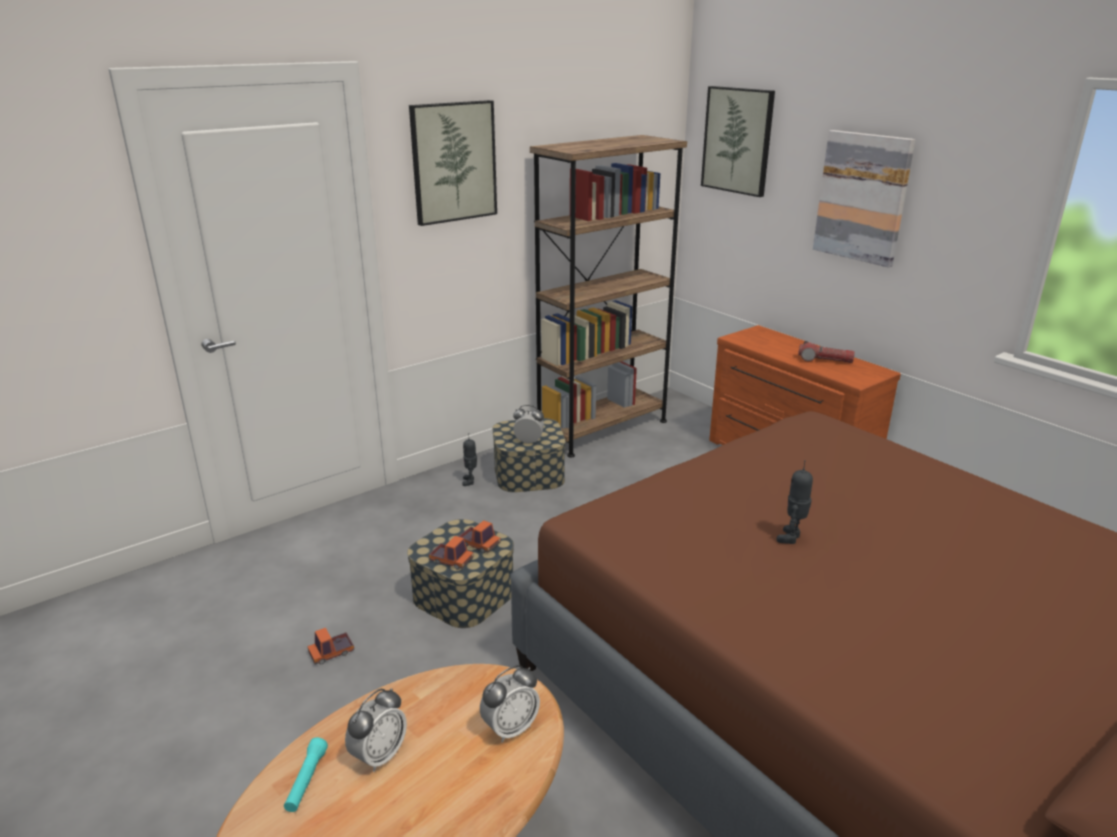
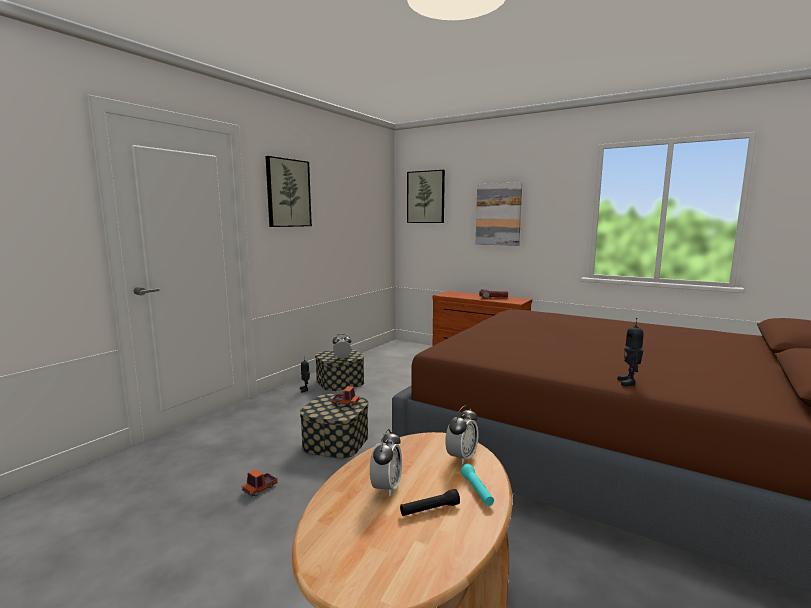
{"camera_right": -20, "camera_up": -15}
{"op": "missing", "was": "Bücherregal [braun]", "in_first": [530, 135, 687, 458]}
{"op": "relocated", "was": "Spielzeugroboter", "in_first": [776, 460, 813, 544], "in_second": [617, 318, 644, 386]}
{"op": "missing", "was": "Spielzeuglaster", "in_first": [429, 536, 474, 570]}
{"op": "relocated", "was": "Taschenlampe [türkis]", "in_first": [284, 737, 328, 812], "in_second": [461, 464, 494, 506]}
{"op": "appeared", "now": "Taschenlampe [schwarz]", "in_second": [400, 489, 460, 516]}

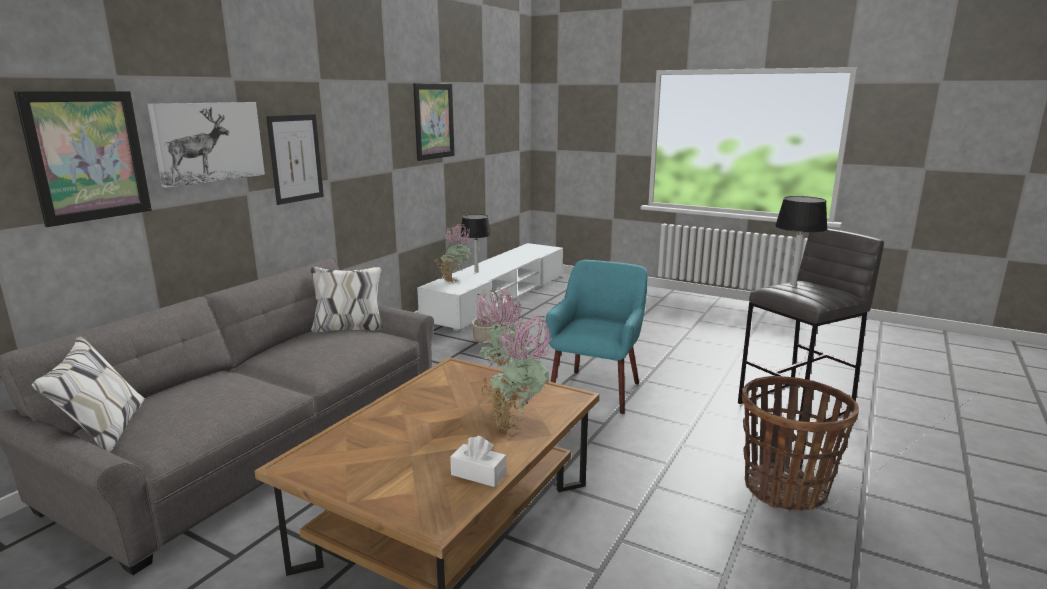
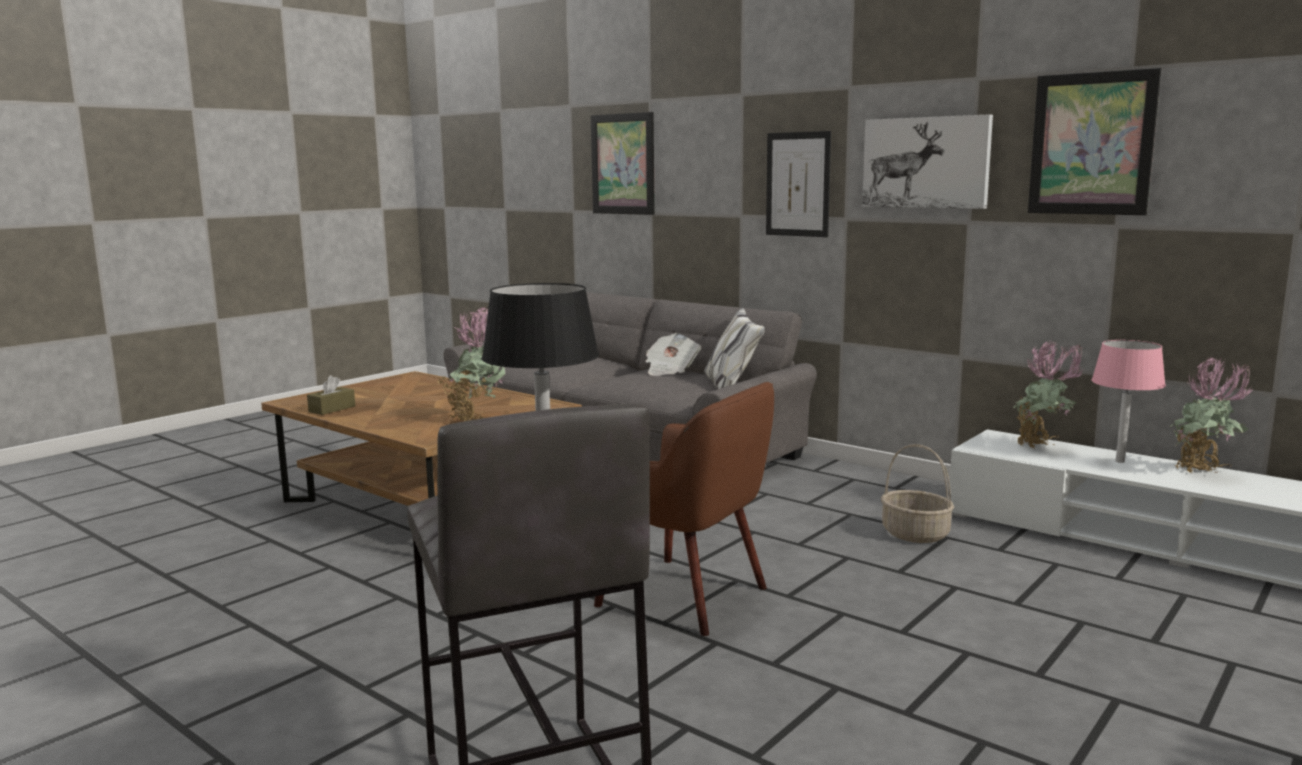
{"camera_right": 100, "camera_up": -5}
{"op": "relocated", "was": "Bild", "in_first": [148, 102, 265, 188], "in_second": [862, 114, 993, 209]}
{"op": "colour", "was": "Tischlampe [schwarz]", "now": "Tischlampe [rosa]", "in_first": [461, 214, 491, 273], "in_second": [1092, 340, 1166, 463]}
{"op": "colour", "was": "Sessel [türkis]", "now": "Sessel [braun]", "in_first": [546, 260, 648, 414], "in_second": [594, 382, 774, 636]}
{"op": "relocated", "was": "Topfpflanze", "in_first": [480, 315, 553, 433], "in_second": [1170, 355, 1254, 473]}
{"op": "missing", "was": "Korb", "in_first": [741, 376, 859, 511]}
{"op": "colour", "was": "Taschentuchbox [weiß]", "now": "Taschentuchbox [braun]", "in_first": [450, 436, 506, 487], "in_second": [307, 375, 355, 415]}
{"op": "appeared", "now": "Zeitung", "in_second": [645, 333, 702, 376]}

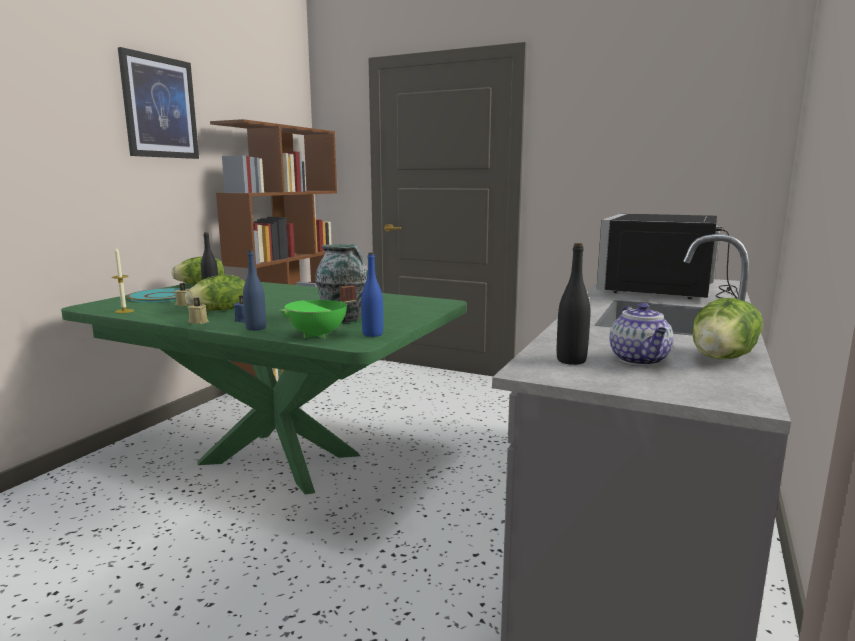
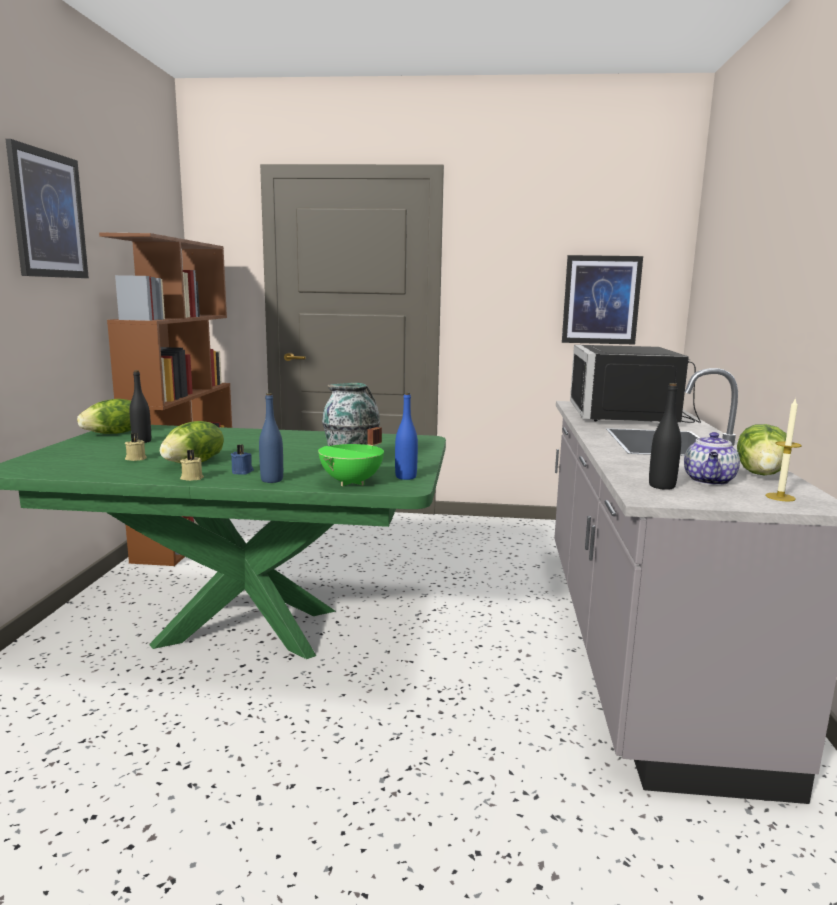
{"camera_right": -20, "camera_up": 0}
{"op": "relocated", "was": "Kerze", "in_first": [112, 247, 134, 313], "in_second": [765, 397, 802, 502]}
{"op": "missing", "was": "Teller [türkis]", "in_first": [127, 288, 187, 302]}
{"op": "spun", "was": "Teekanne", "in_first": [609, 303, 673, 366], "in_second": [684, 432, 740, 485], "clockwise": 45}
{"op": "appeared", "now": "Bild", "in_second": [562, 255, 643, 345]}

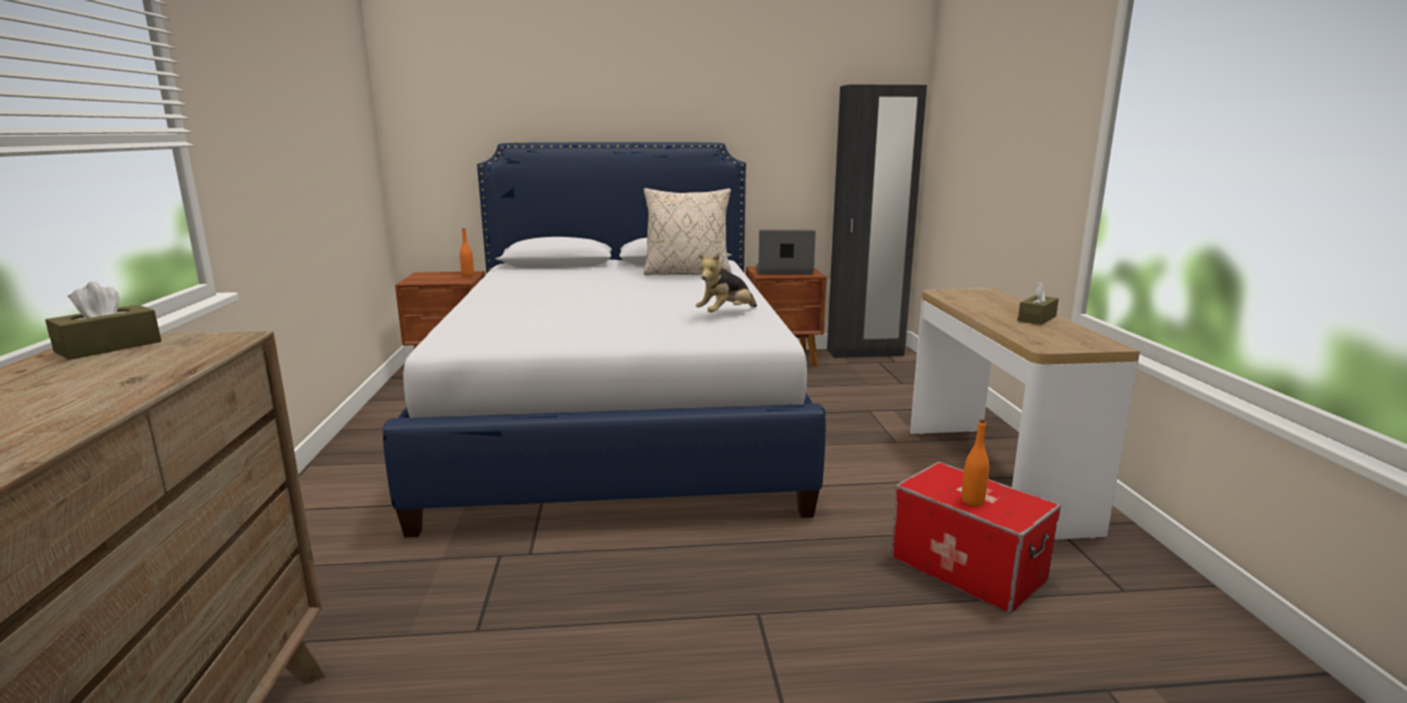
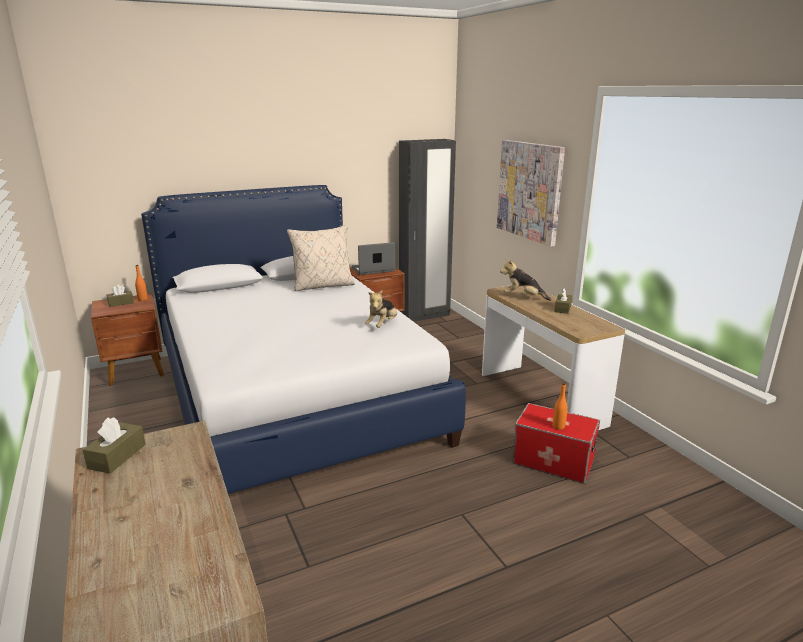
{"camera_right": -20, "camera_up": 5}
{"op": "appeared", "now": "Bild", "in_second": [497, 140, 565, 247]}
{"op": "appeared", "now": "Plüschtier", "in_second": [500, 258, 551, 301]}
{"op": "appeared", "now": "Taschentuchbox [braun]", "in_second": [106, 285, 134, 307]}

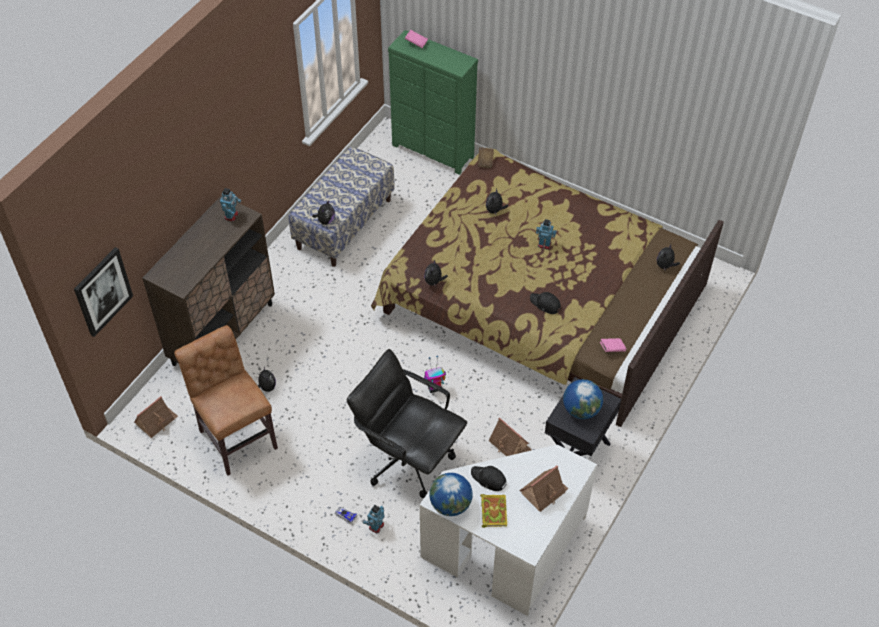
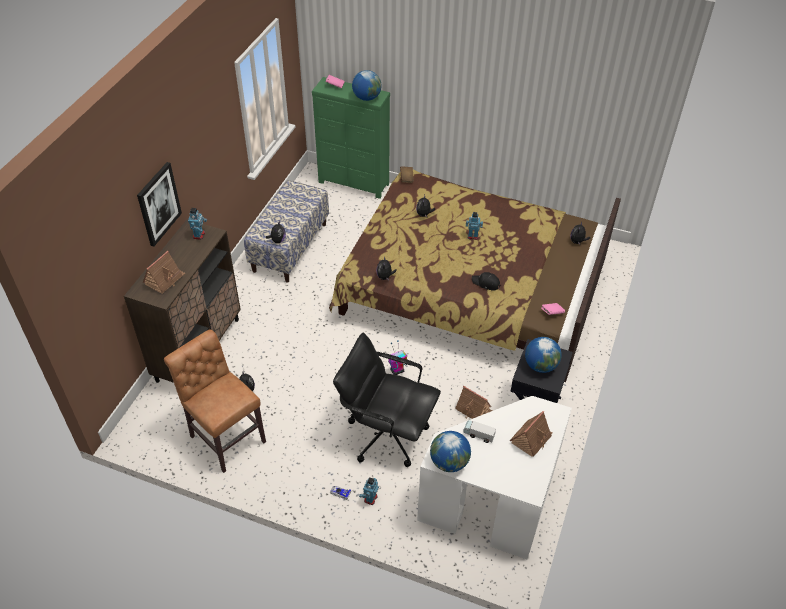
{"camera_right": -10, "camera_up": -5}
{"op": "relocated", "was": "Bild", "in_first": [74, 247, 133, 337], "in_second": [137, 162, 182, 247]}
{"op": "relocated", "was": "Spielzeughaus", "in_first": [134, 396, 178, 438], "in_second": [143, 251, 185, 294]}
{"op": "exchanged", "was": "Kappe [schwarz]", "now": "Spielzeuglaster", "in_first": [471, 466, 507, 491], "in_second": [463, 420, 496, 443]}
{"op": "missing", "was": "Buch", "in_first": [480, 494, 507, 528]}
{"op": "appeared", "now": "Globus", "in_second": [352, 70, 382, 101]}

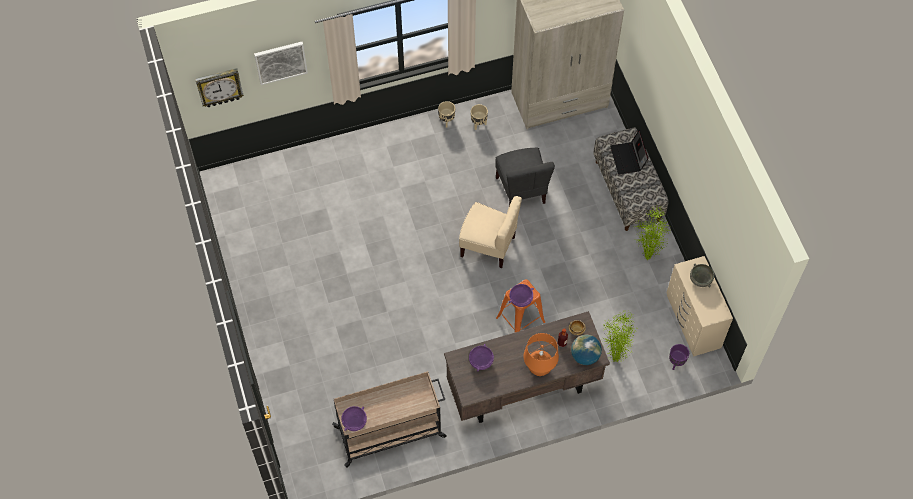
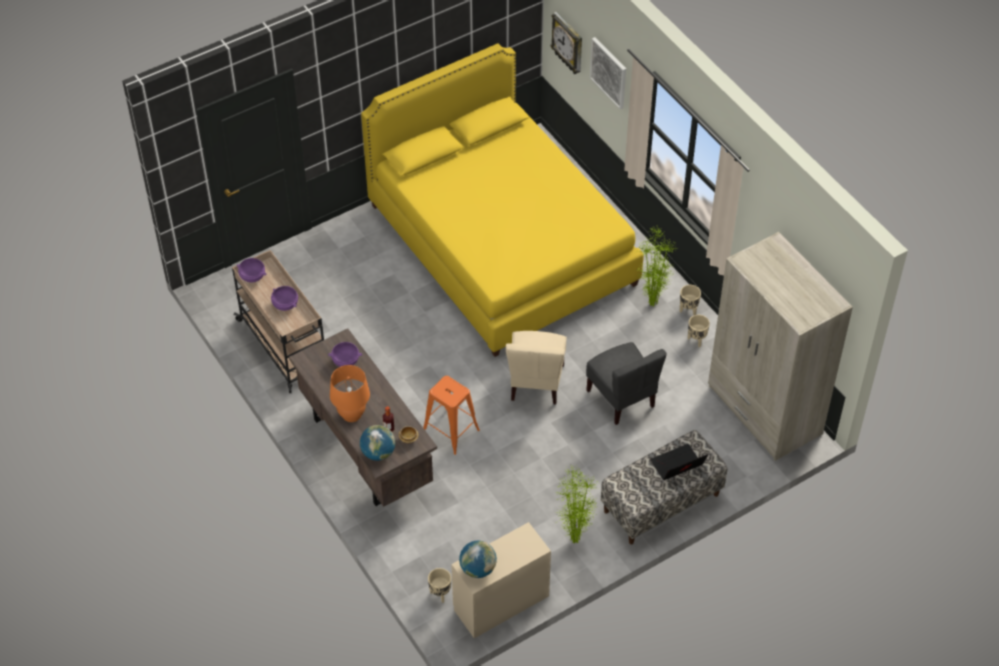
{"camera_right": 75, "camera_up": -10}
{"op": "spun", "was": "Stuhl [grau]", "in_first": [495, 148, 555, 206], "in_second": [586, 342, 667, 425], "clockwise": -90}
{"op": "missing", "was": "Schüssel [grau]", "in_first": [690, 264, 714, 287]}
{"op": "relocated", "was": "Schüssel [lila]", "in_first": [509, 284, 534, 307], "in_second": [271, 286, 298, 311]}
{"op": "relocated", "was": "Topfpflanze", "in_first": [602, 311, 637, 363], "in_second": [634, 225, 674, 306]}
{"op": "colour", "was": "Pflanzkübel [lila]", "now": "Pflanzkübel [beige]", "in_first": [669, 344, 689, 370], "in_second": [428, 568, 451, 603]}
{"op": "appeared", "now": "Bett [gelb]", "in_second": [361, 43, 644, 357]}
{"op": "appeared", "now": "Globus", "in_second": [459, 541, 497, 578]}

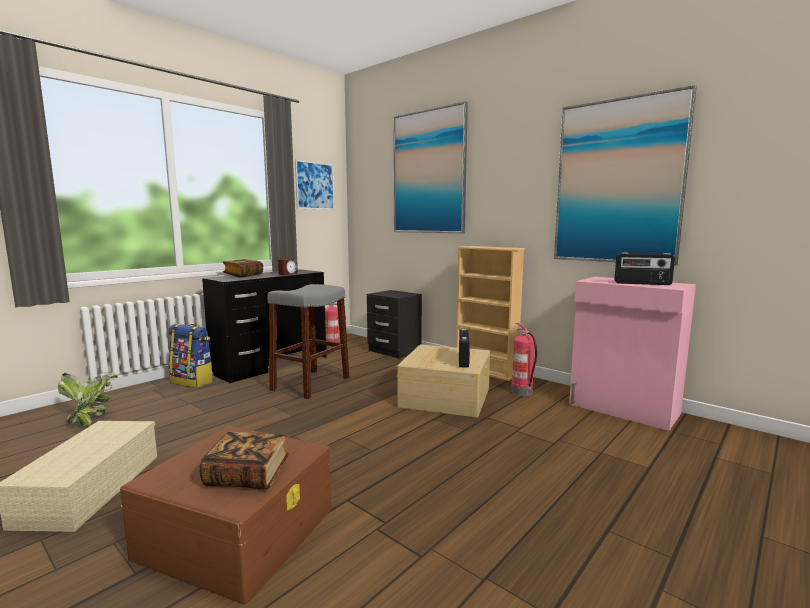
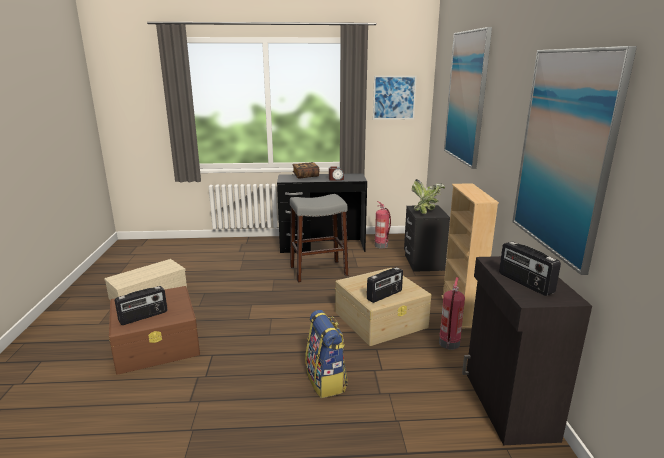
{"camera_right": 45, "camera_up": 10}
{"op": "colour", "was": "Schrank [rosa]", "now": "Schrank [schwarz]", "in_first": [569, 277, 696, 431], "in_second": [462, 256, 592, 445]}
{"op": "relocated", "was": "Rucksack", "in_first": [168, 324, 214, 388], "in_second": [305, 310, 348, 398]}
{"op": "relocated", "was": "Topfpflanze", "in_first": [58, 372, 118, 425], "in_second": [412, 179, 445, 214]}
{"op": "exchanged", "was": "Buch", "now": "Radio", "in_first": [199, 432, 289, 490], "in_second": [115, 286, 167, 325]}

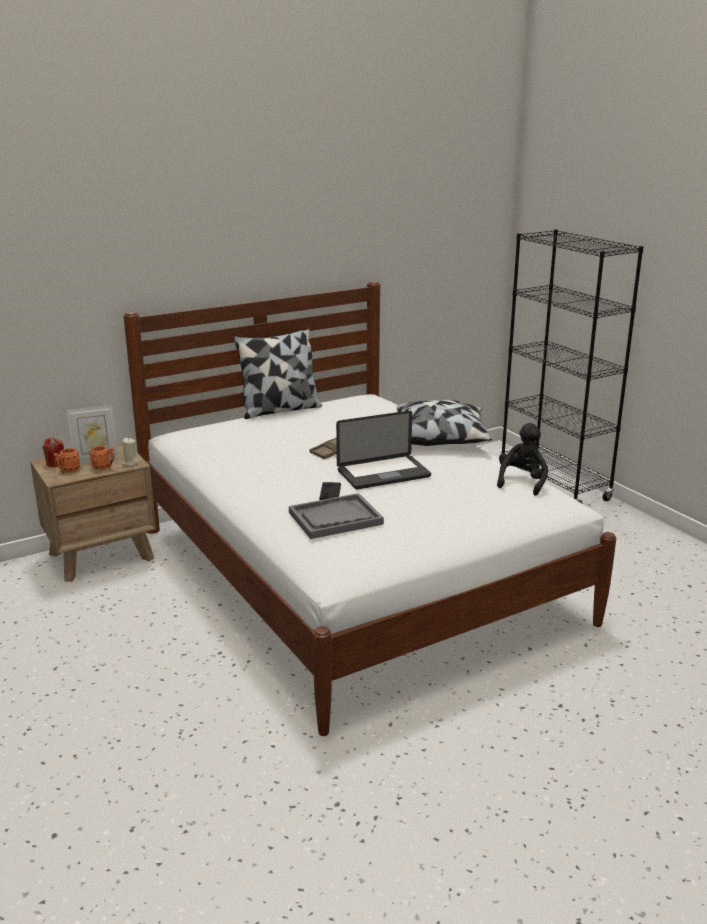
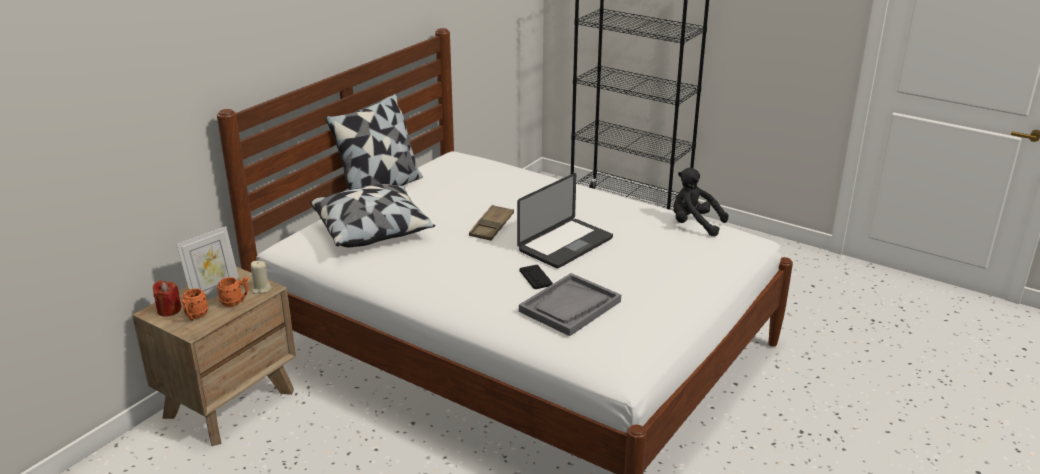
{"camera_right": -25, "camera_up": 5}
{"op": "relocated", "was": "Kissen", "in_first": [397, 400, 492, 446], "in_second": [310, 184, 436, 247]}
{"op": "spun", "was": "Plüschtier [schwarz]", "in_first": [497, 423, 548, 496], "in_second": [673, 168, 728, 236], "clockwise": -60}

